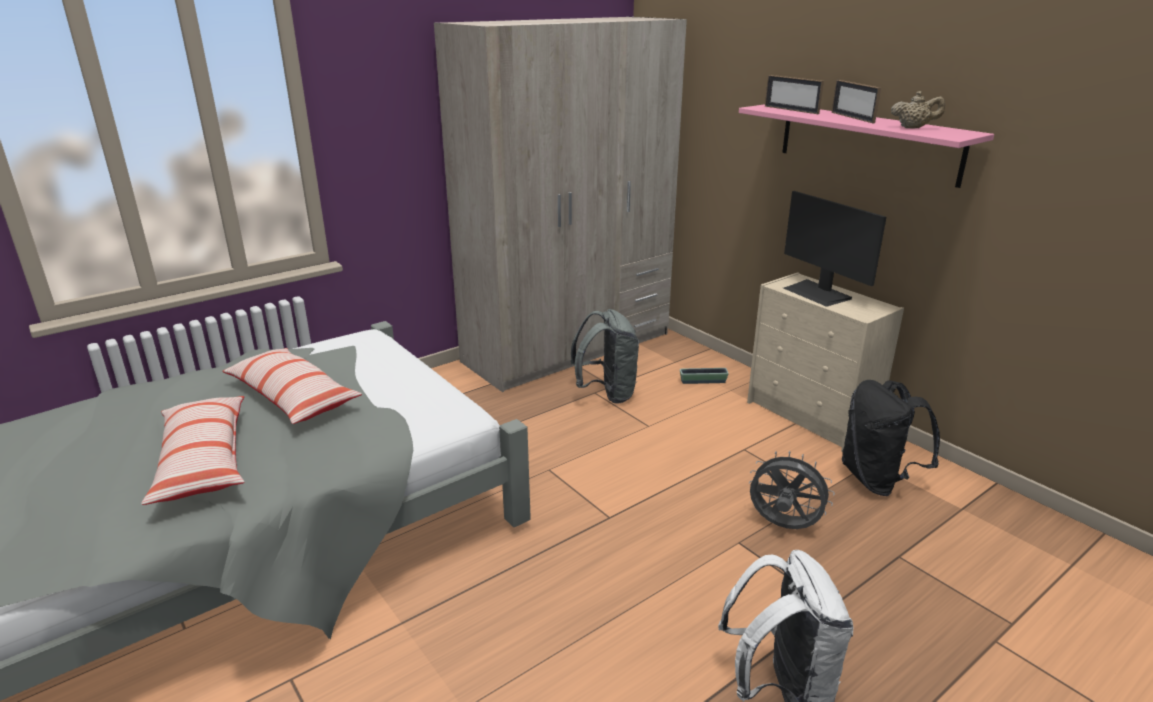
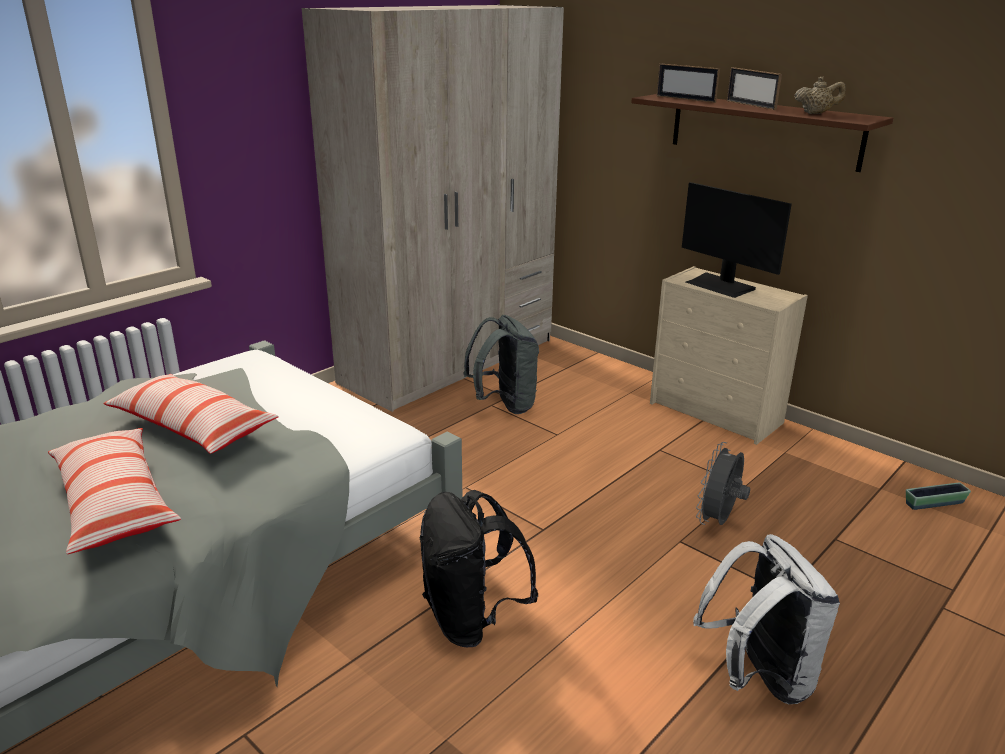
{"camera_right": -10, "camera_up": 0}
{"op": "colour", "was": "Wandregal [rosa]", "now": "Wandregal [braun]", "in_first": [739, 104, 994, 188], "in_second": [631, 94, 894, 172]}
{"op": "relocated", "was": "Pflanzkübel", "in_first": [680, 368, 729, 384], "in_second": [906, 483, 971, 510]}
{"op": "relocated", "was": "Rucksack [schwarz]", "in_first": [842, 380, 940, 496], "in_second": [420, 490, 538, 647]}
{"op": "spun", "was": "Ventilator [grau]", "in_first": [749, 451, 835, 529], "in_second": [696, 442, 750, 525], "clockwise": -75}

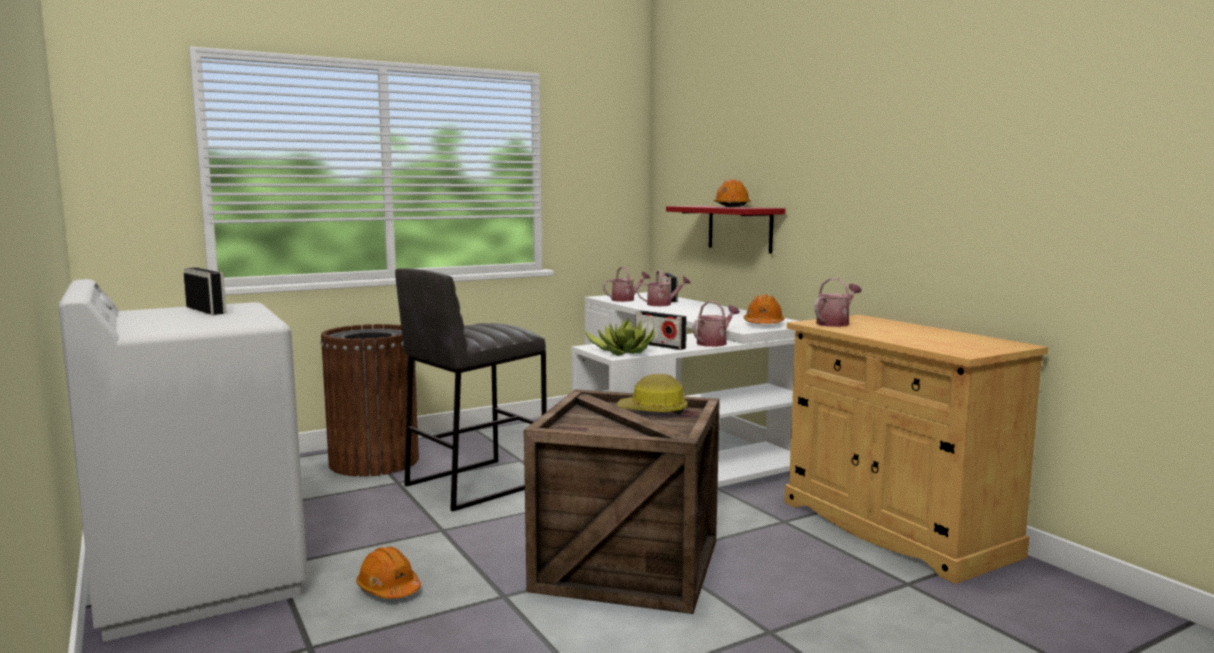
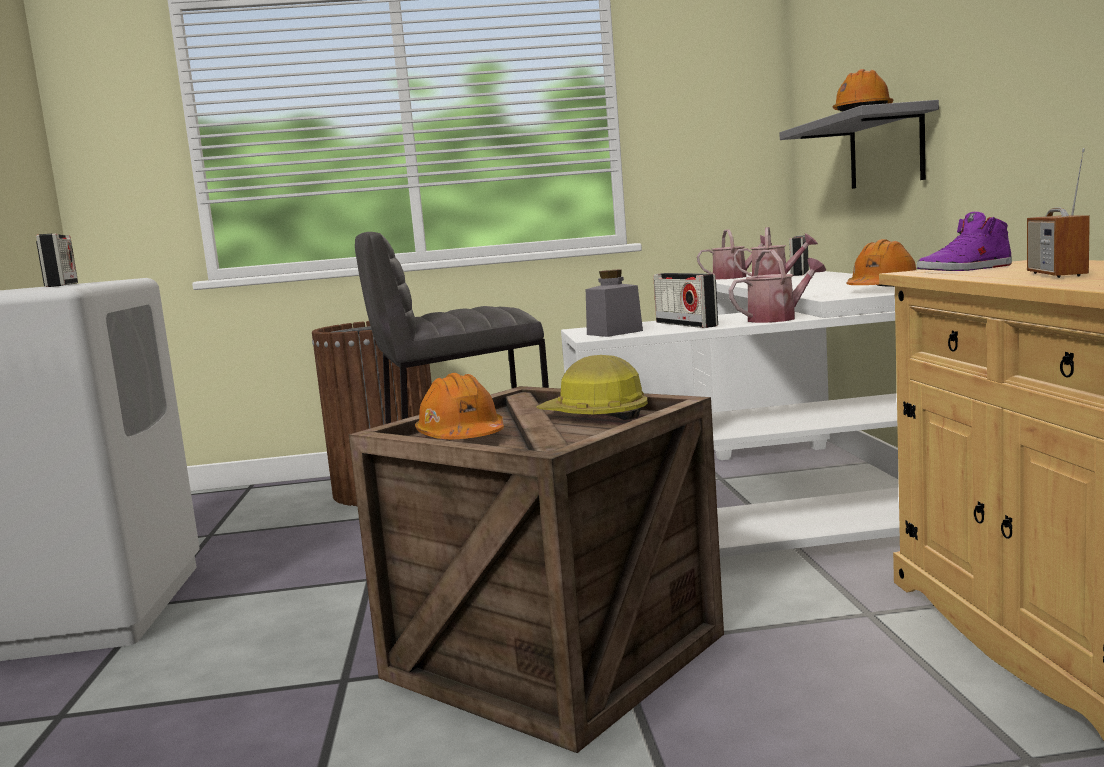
{"camera_right": 25, "camera_up": 0}
{"op": "colour", "was": "Wandregal [rot]", "now": "Wandregal [grau]", "in_first": [666, 206, 785, 254], "in_second": [779, 100, 939, 189]}
{"op": "exchanged", "was": "Gießkanne", "now": "Schuh [lila]", "in_first": [815, 278, 861, 327], "in_second": [917, 212, 1012, 271]}
{"op": "exchanged", "was": "Topfpflanze", "now": "Vorratsglas [grau]", "in_first": [584, 318, 656, 356], "in_second": [586, 269, 643, 337]}
{"op": "relocated", "was": "Schutzhelm [orange]", "in_first": [356, 547, 421, 599], "in_second": [415, 373, 504, 439]}
{"op": "appeared", "now": "Radio", "in_second": [1027, 148, 1090, 278]}

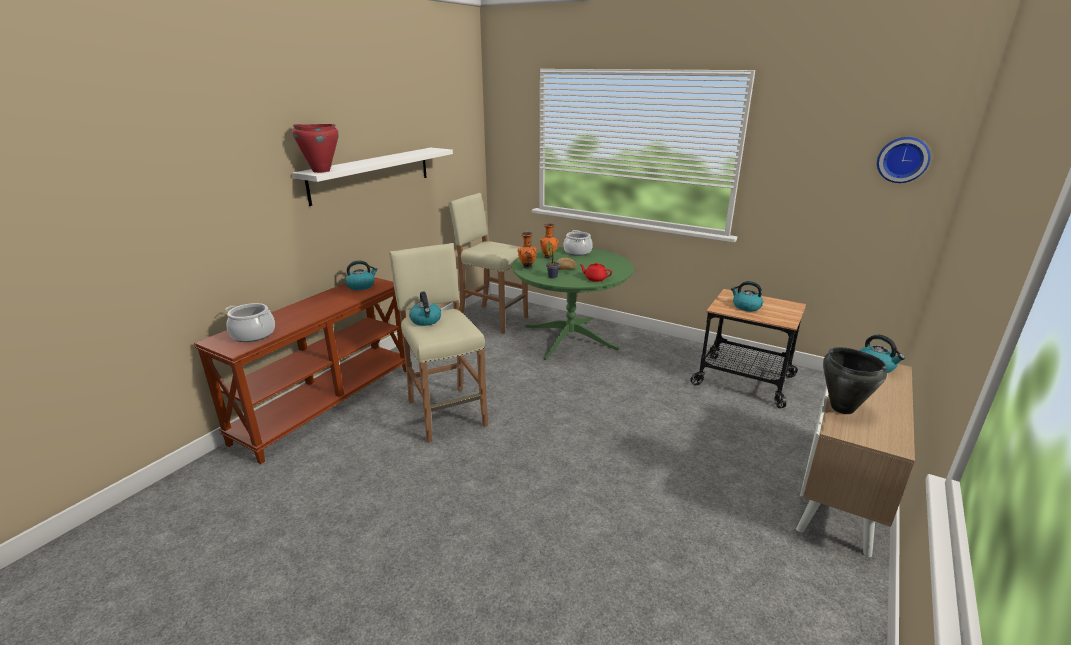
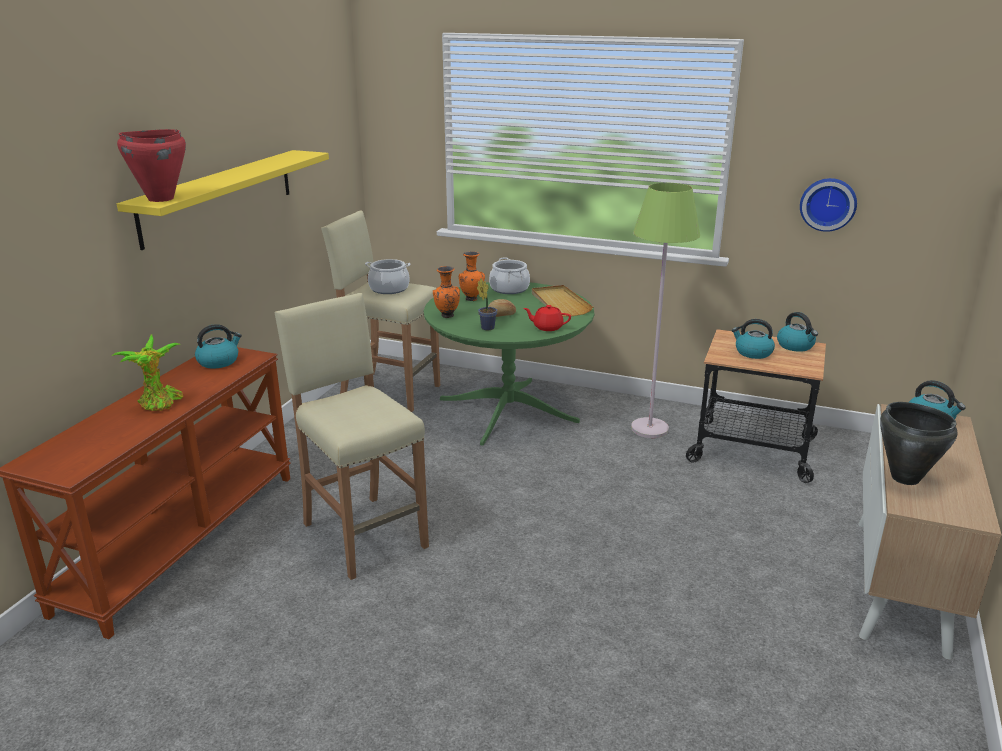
{"camera_right": -10, "camera_up": 0}
{"op": "relocated", "was": "Wanduhr", "in_first": [877, 137, 931, 183], "in_second": [800, 178, 857, 232]}
{"op": "colour", "was": "Wandregal [weiß]", "now": "Wandregal [gelb]", "in_first": [292, 148, 453, 206], "in_second": [117, 150, 329, 250]}
{"op": "relocated", "was": "Wasserkessel", "in_first": [409, 292, 441, 326], "in_second": [777, 312, 818, 352]}
{"op": "relocated", "was": "Kochtopf", "in_first": [225, 303, 275, 342], "in_second": [365, 259, 411, 294]}
{"op": "appeared", "now": "Stehlampe [grün]", "in_second": [631, 183, 700, 438]}
{"op": "appeared", "now": "Tablett [beige]", "in_second": [532, 285, 593, 317]}
{"op": "appeared", "now": "Topfpflanze", "in_second": [112, 334, 183, 411]}

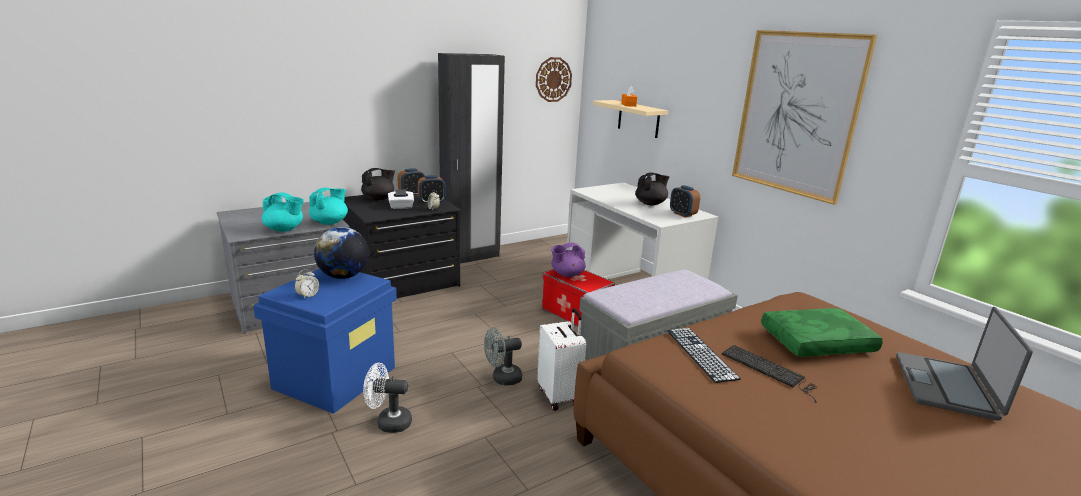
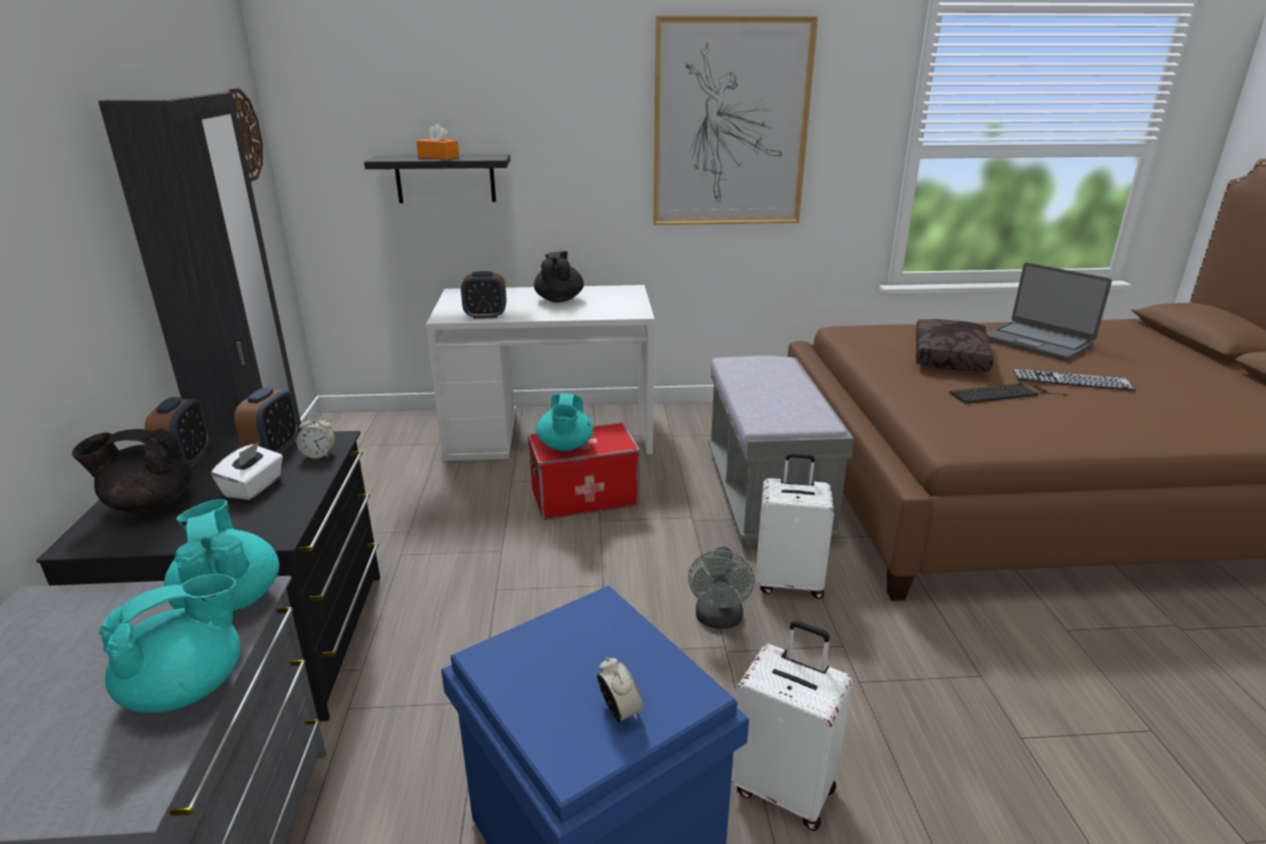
{"camera_right": -60, "camera_up": 5}
{"op": "colour", "was": "Wandregal [beige]", "now": "Wandregal [schwarz]", "in_first": [593, 100, 668, 138], "in_second": [364, 154, 510, 203]}
{"op": "spun", "was": "Teekanne [schwarz]", "in_first": [361, 168, 395, 200], "in_second": [72, 429, 192, 513], "clockwise": -90}
{"op": "relocated", "was": "Wecker", "in_first": [670, 185, 700, 217], "in_second": [461, 271, 507, 319]}
{"op": "missing", "was": "Globus", "in_first": [314, 227, 369, 279]}
{"op": "colour", "was": "Teekanne [lila]", "now": "Teekanne [türkis]", "in_first": [551, 242, 586, 277], "in_second": [536, 393, 593, 451]}
{"op": "colour", "was": "Kissen [grün]", "now": "Kissen [braun]", "in_first": [761, 308, 883, 357], "in_second": [916, 319, 993, 371]}
{"op": "relocated", "was": "Tastatur", "in_first": [667, 328, 741, 383], "in_second": [1013, 369, 1136, 391]}
{"op": "exchanged", "was": "Ventilator [weiß]", "now": "Koffer [weiß]", "in_first": [363, 363, 412, 433], "in_second": [731, 620, 853, 831]}

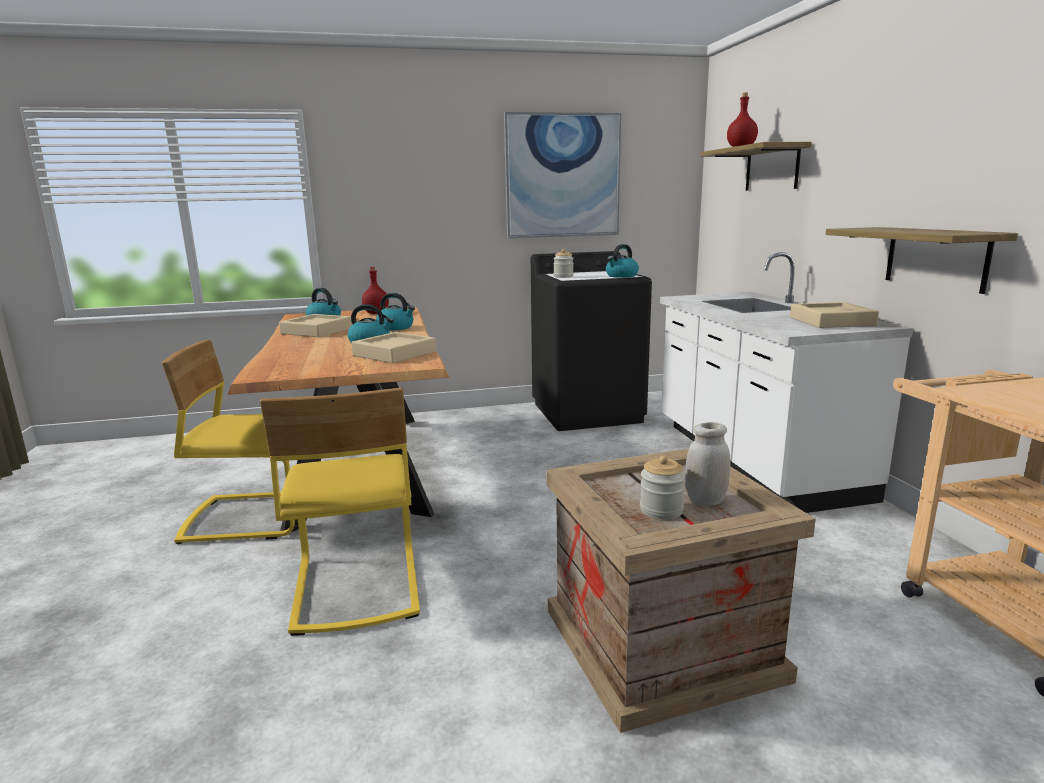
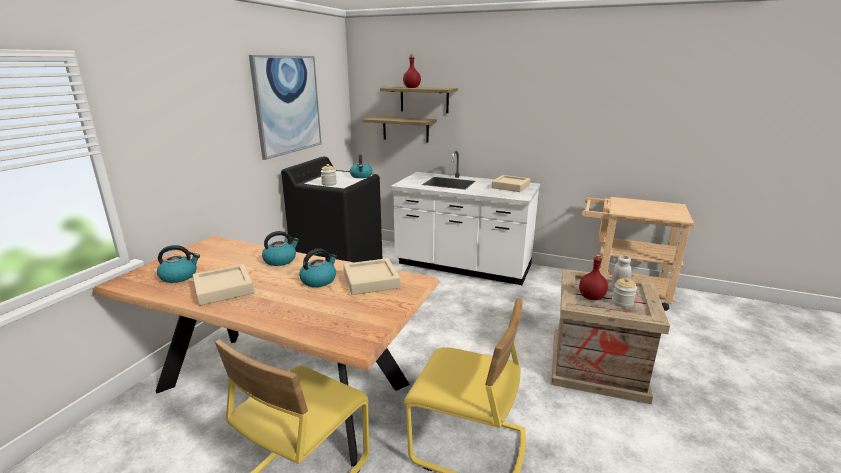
{"camera_right": -55, "camera_up": 5}
{"op": "relocated", "was": "Wandregal", "in_first": [826, 227, 1018, 294], "in_second": [362, 116, 437, 143]}
{"op": "relocated", "was": "Flasche [rot]", "in_first": [362, 267, 389, 314], "in_second": [579, 254, 608, 300]}

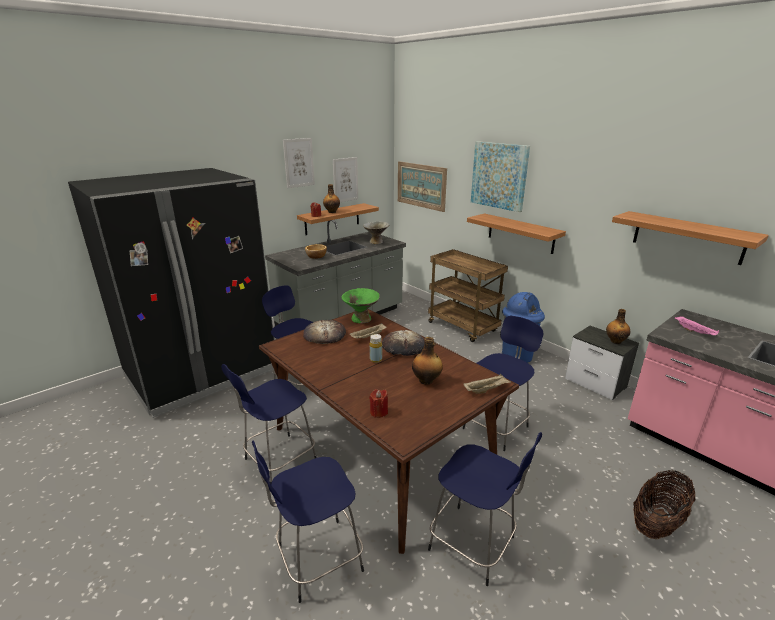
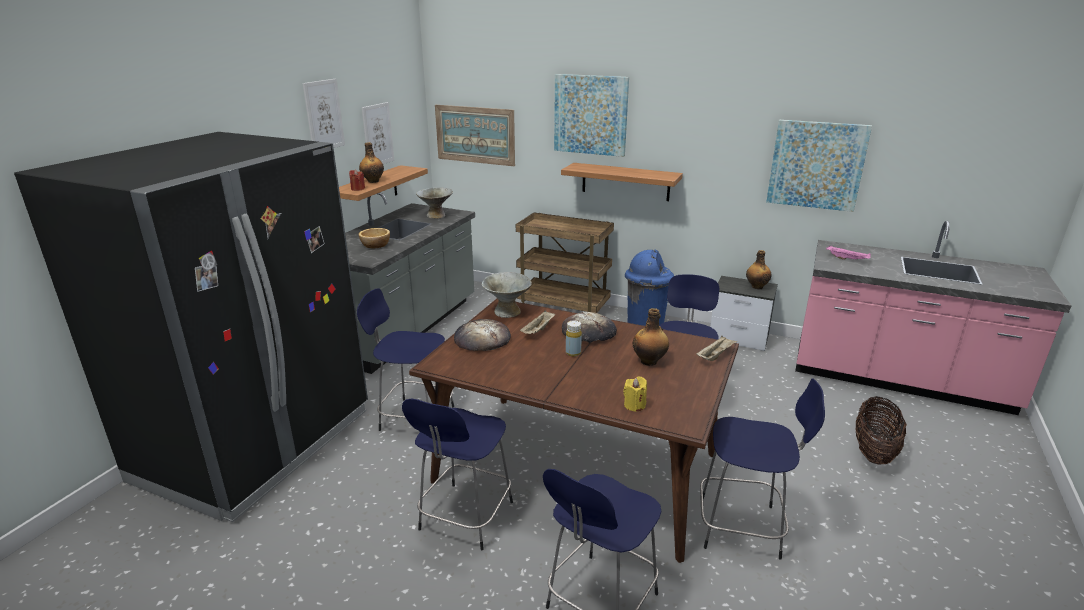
{"camera_right": -25, "camera_up": 0}
{"op": "exchanged", "was": "Wandregal", "now": "Bild", "in_first": [612, 211, 769, 265], "in_second": [766, 120, 872, 212]}
{"op": "colour", "was": "Schüssel [grün]", "now": "Schüssel [grau]", "in_first": [341, 288, 380, 323], "in_second": [482, 272, 532, 318]}
{"op": "colour", "was": "Kerze [rot]", "now": "Kerze [gelb]", "in_first": [369, 389, 388, 418], "in_second": [623, 376, 647, 412]}

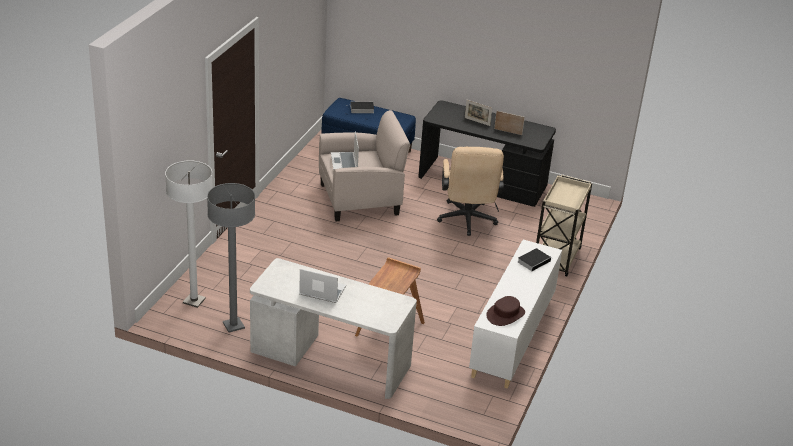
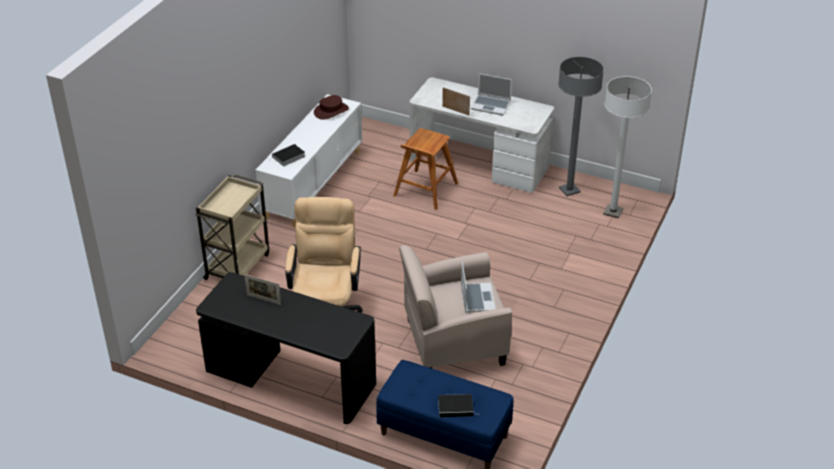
{"camera_right": -175, "camera_up": 5}
{"op": "relocated", "was": "Bilderrahmen", "in_first": [465, 100, 492, 126], "in_second": [442, 87, 470, 116]}

